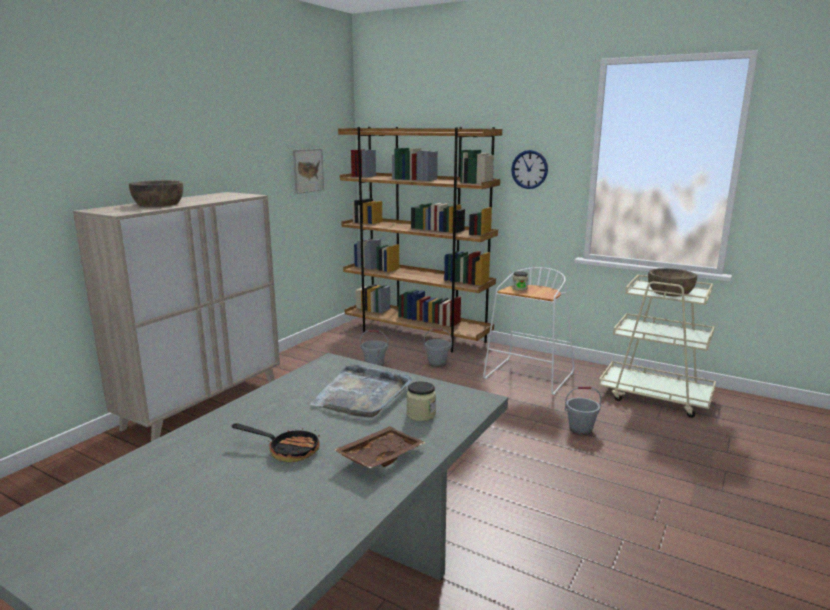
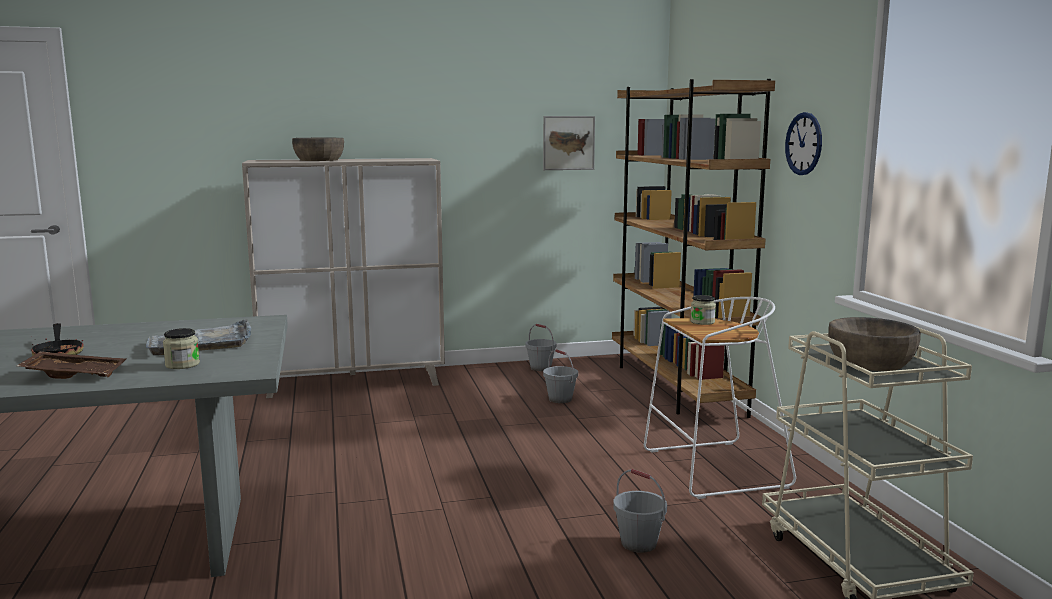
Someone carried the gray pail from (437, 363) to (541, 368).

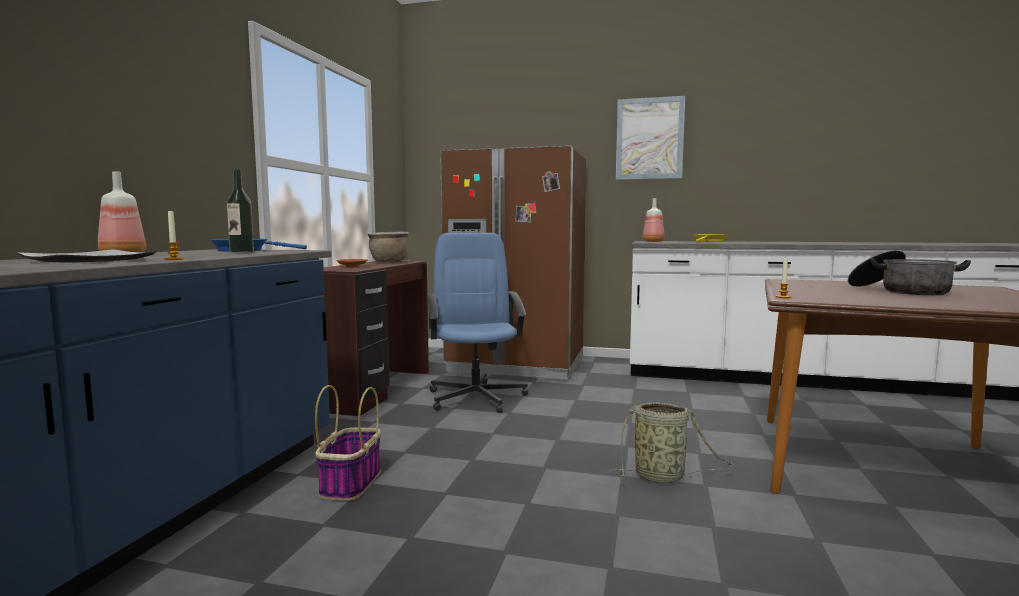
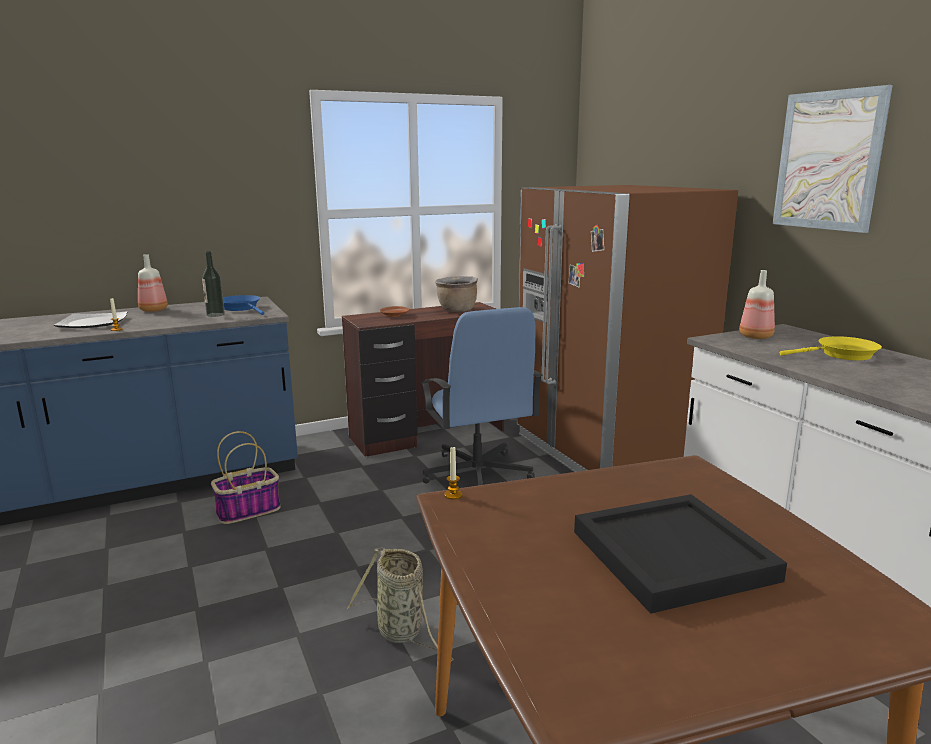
Someone swapped the stockpot at (900, 291) for the black carrying tray at (670, 555).
Someone rotated the blue-coloured desk chair at (476, 397) by 120 degrees clockwise.

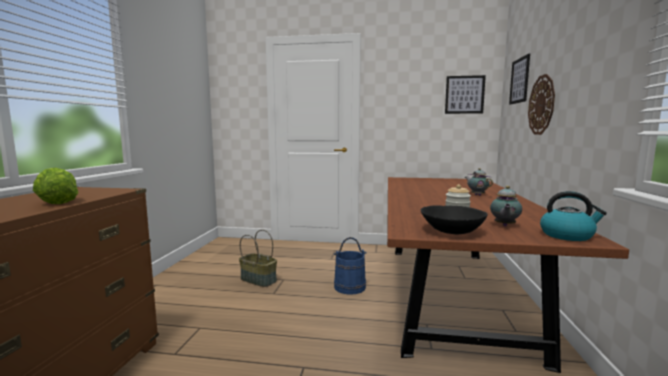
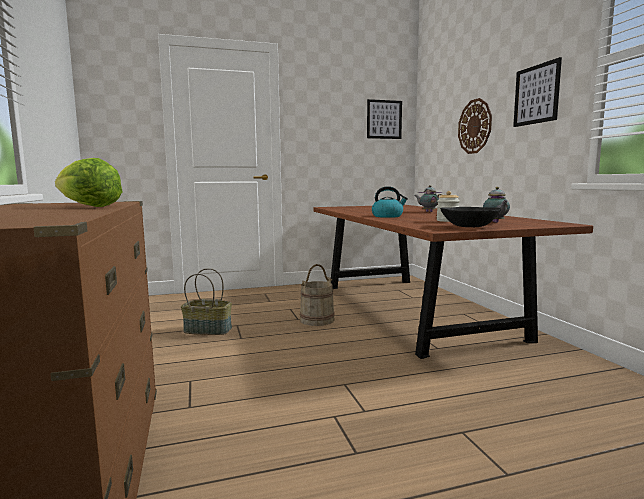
Someone carried the wall art from (519, 80) to (536, 94).
Someone carried the tea kettle from (567, 235) to (388, 216).
Someone repainted the blue-coloured pail at (349, 287), which became the beige pail at (317, 320).

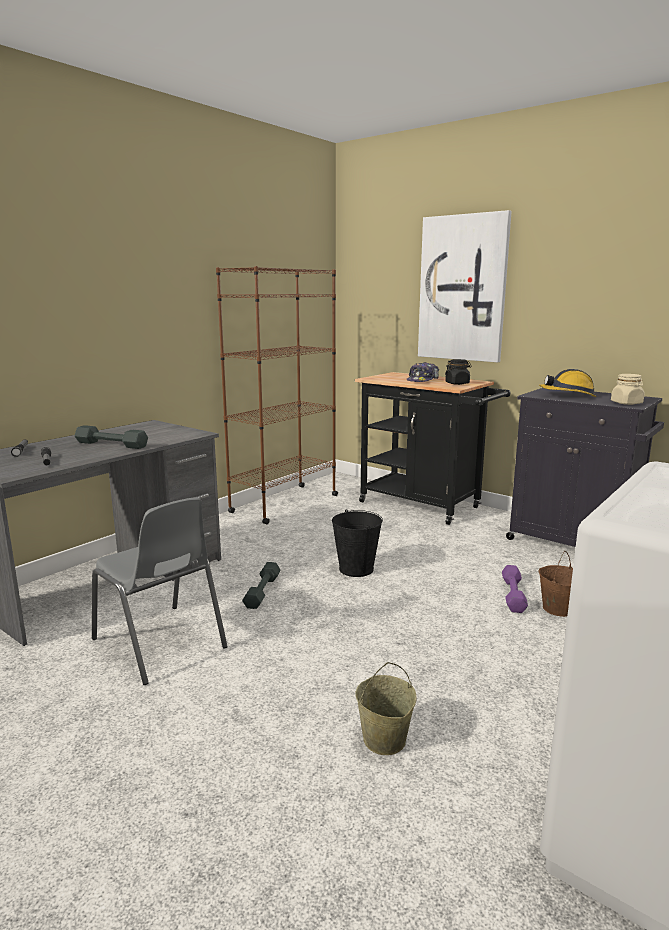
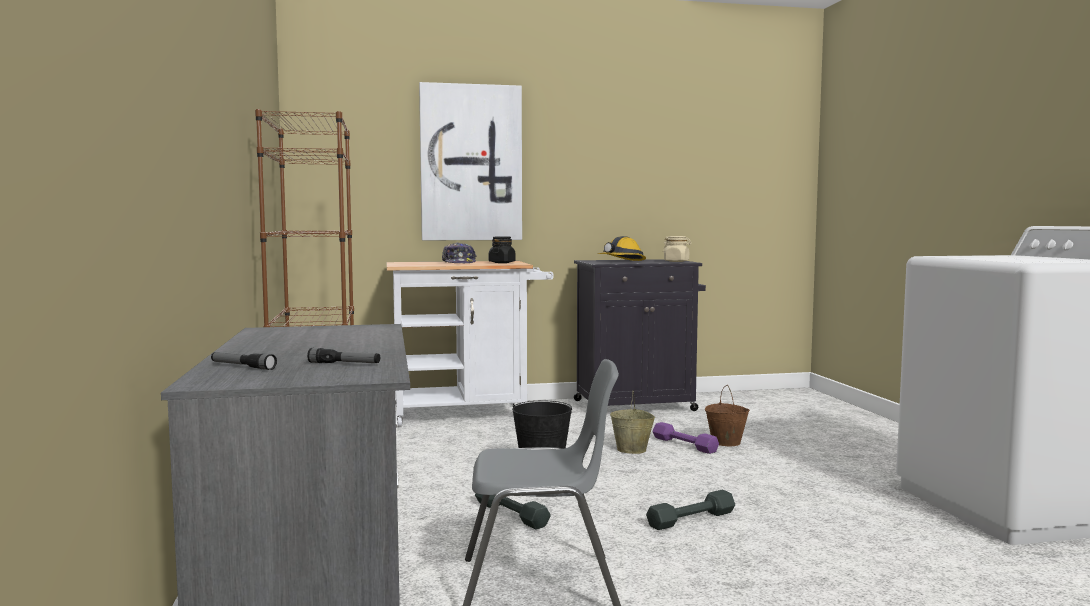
Someone carried the gray free weight from (111, 445) to (691, 519).
Someone carried the beige pail from (384, 740) to (632, 450).
Someone repainted the black wheeled cart at (426, 506), which became the white-coloured wheeled cart at (469, 413).

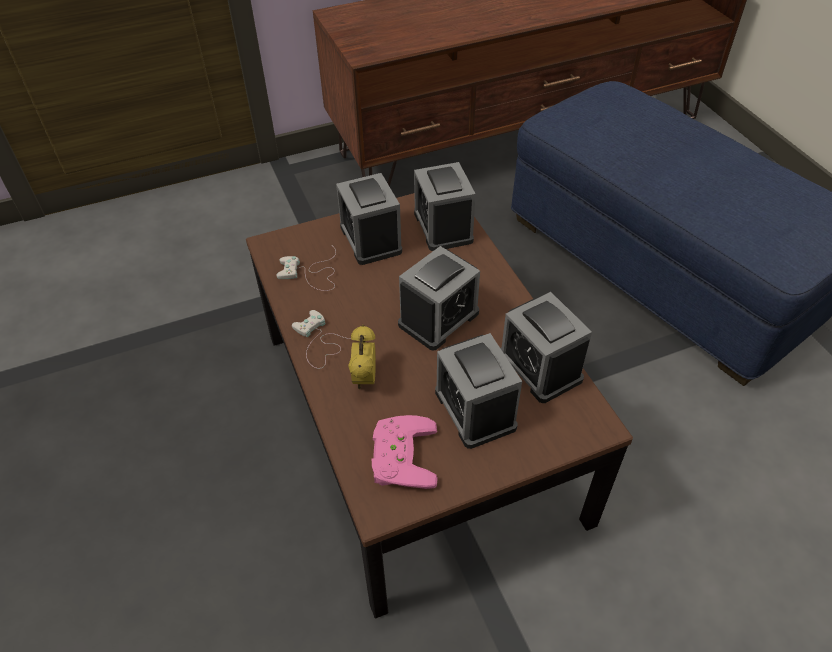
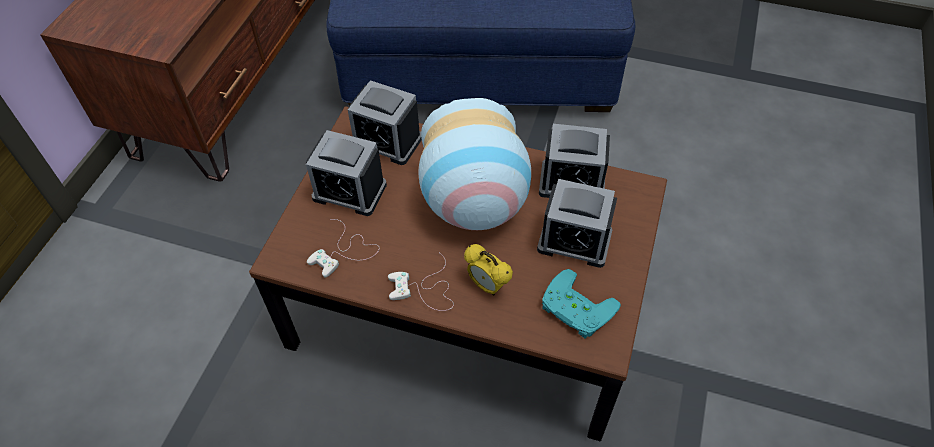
Someone swapped the bedside clock at (438, 318) for the vase at (474, 205).
Someone repainted the pinkish gamepad at (399, 456), which became the blue-green gamepad at (574, 310).

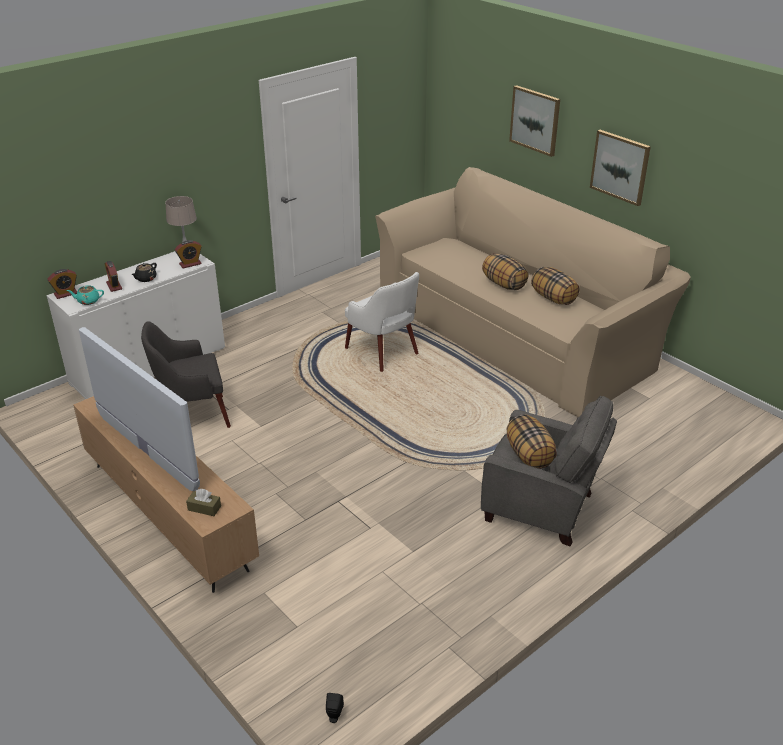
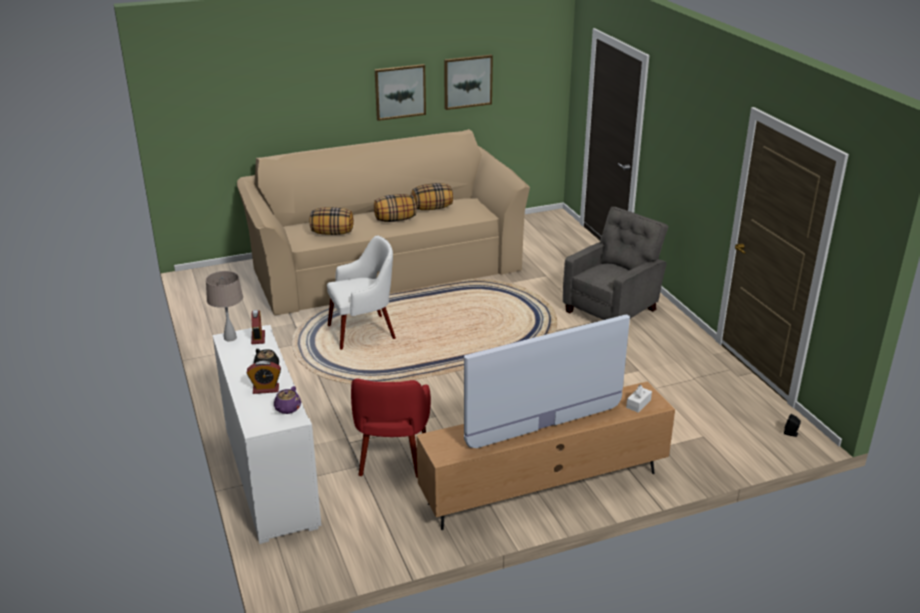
Someone took away the bedside clock at (66, 294).
Someone carried the pillow from (529, 455) to (332, 233).
Someone carried the wall art from (535, 120) to (467, 81).
Someone repainted the blue-green pot for tea at (88, 301), which became the purplish pot for tea at (287, 409).
Someone repainted the gray armchair at (193, 416), which became the red-coloured armchair at (392, 456).
Someone repainted the brown-coloured box of tissues at (204, 508), which became the white-coloured box of tissues at (638, 404).

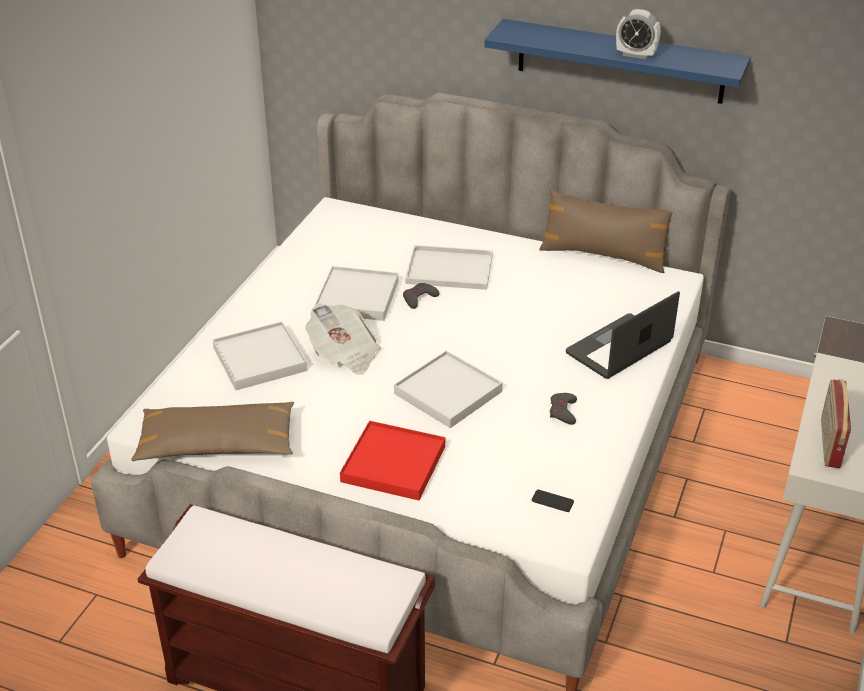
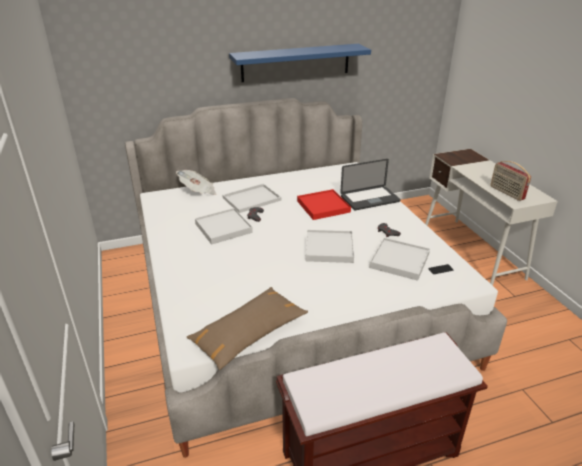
Someone took away the brown-coloured pillow at (603, 256).
Someone took away the bedside clock at (636, 55).
Someone carried the white-coloured carrying tray from (260, 359) to (399, 261).
Someone carried the printed paper from (344, 354) to (198, 192).
Someone carried the red-coloured carrying tray from (393, 464) to (323, 206).
Someone rotated the laptop at (619, 348) by 120 degrees counterclockwise.

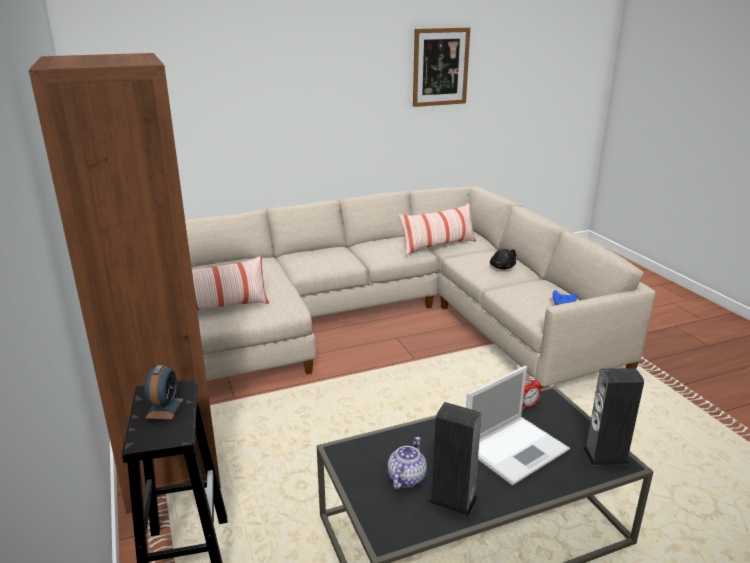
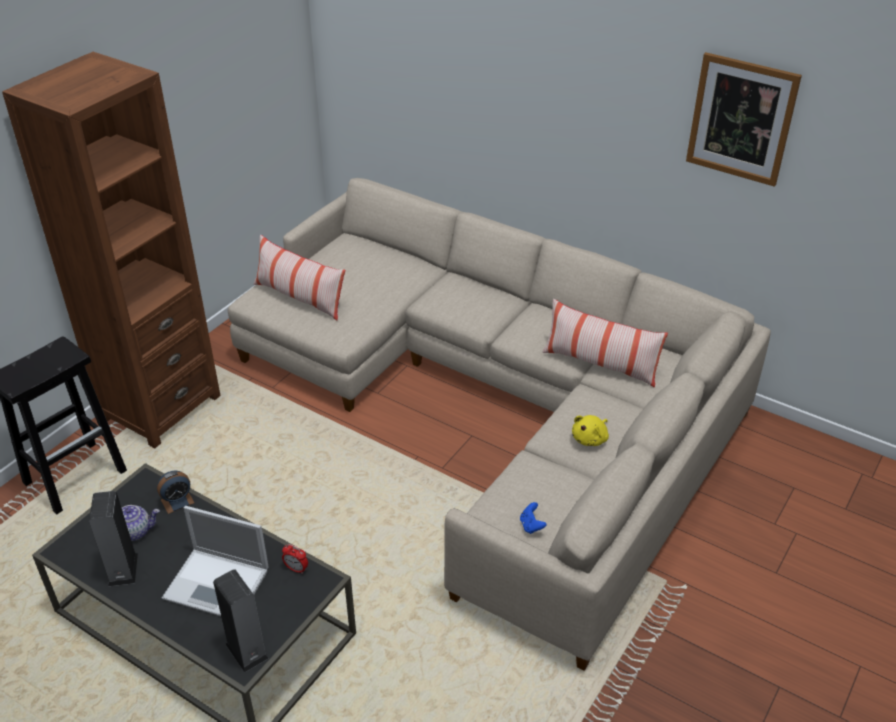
Someone carried the bedside clock from (164, 408) to (177, 501).
Someone repainted the black plush toy at (502, 267), which became the yellow-coloured plush toy at (590, 439).

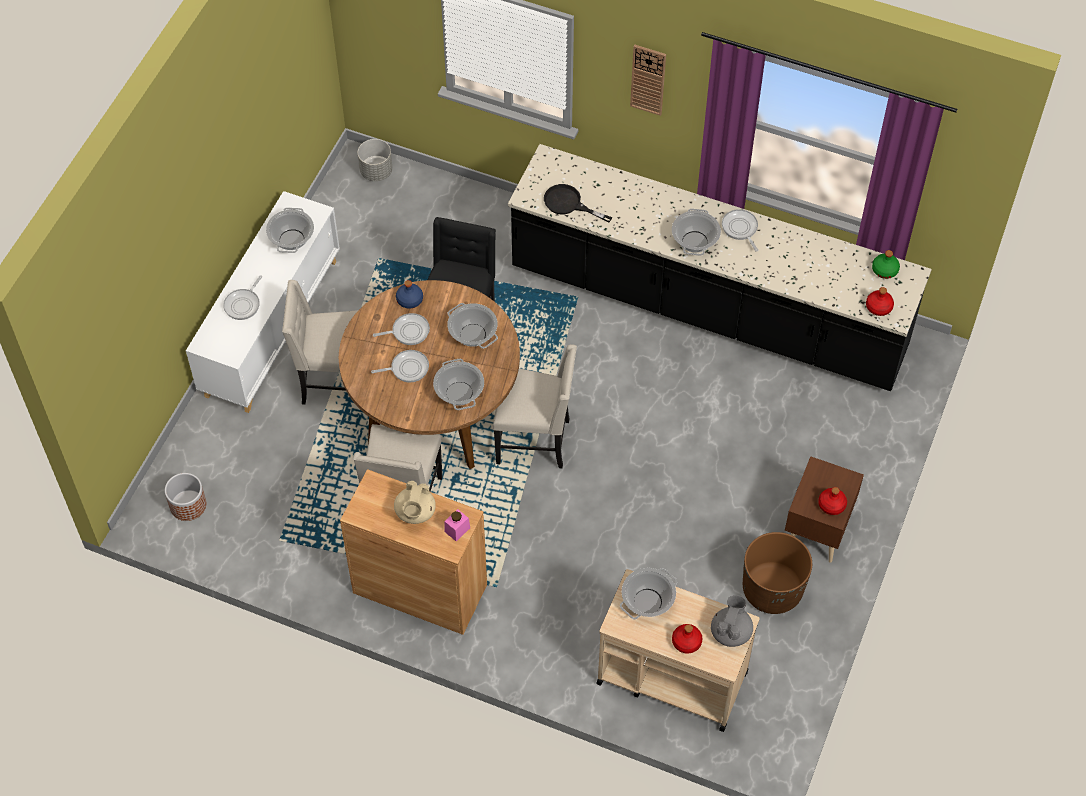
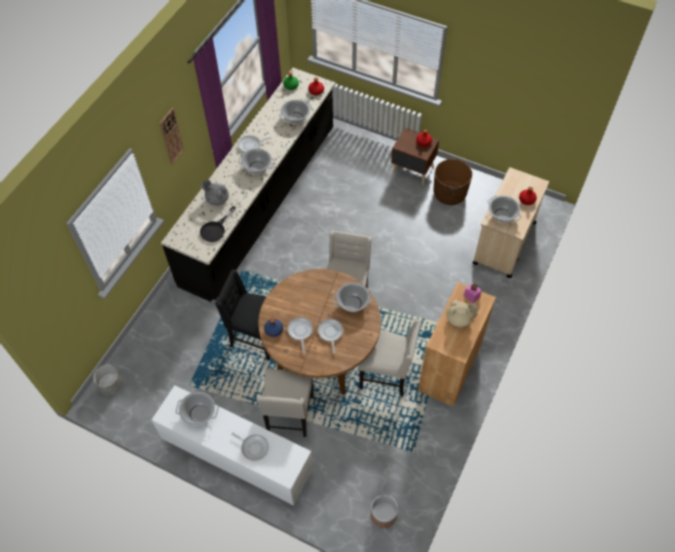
Someone carried the stockpot from (473, 335) to (296, 118).
Someone carried the gray pot for tea from (731, 632) to (217, 199).

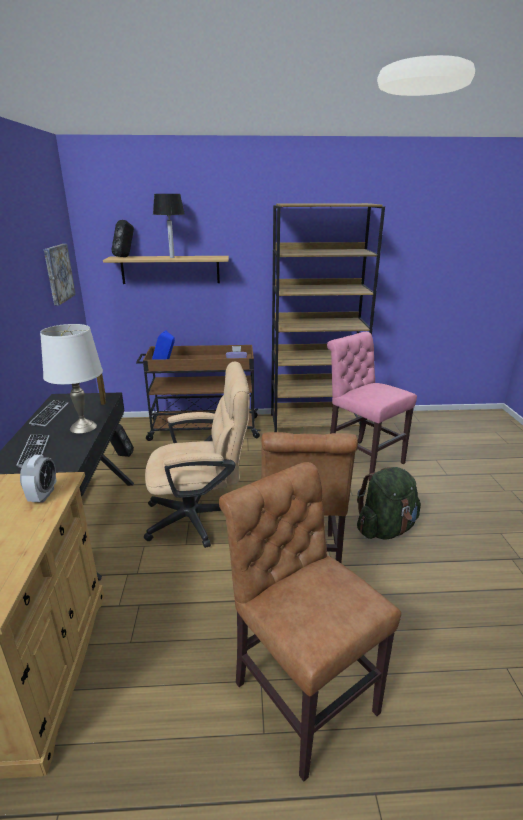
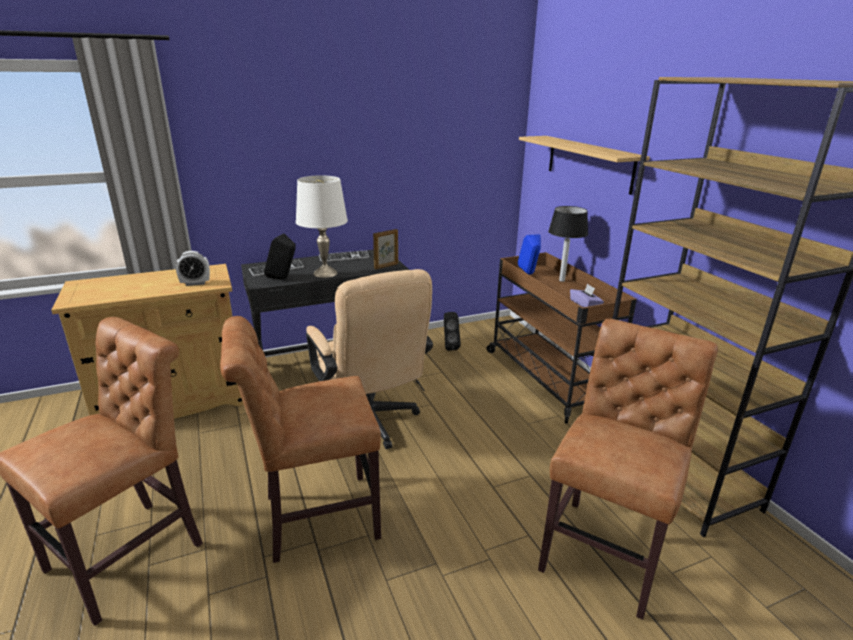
Someone took away the wall art at (58, 273).
Someone took away the green rucksack at (385, 529).
Someone carried the black loudspeaker from (125, 257) to (283, 279).
Someone carried the tabletop lamp from (172, 257) to (562, 280).
Someone repainted the pinkish upright chair at (361, 458), which became the brown-coloured upright chair at (606, 549).

